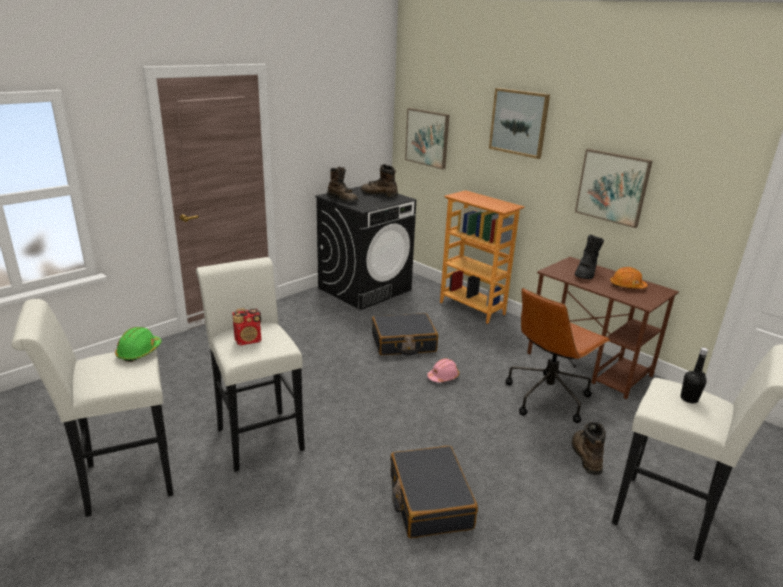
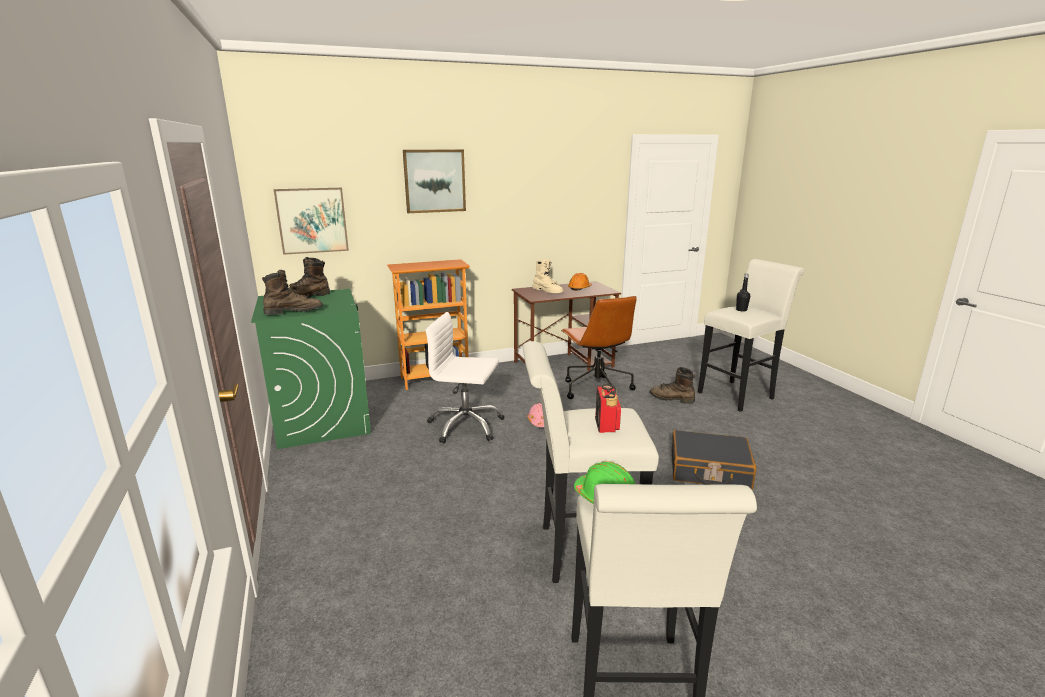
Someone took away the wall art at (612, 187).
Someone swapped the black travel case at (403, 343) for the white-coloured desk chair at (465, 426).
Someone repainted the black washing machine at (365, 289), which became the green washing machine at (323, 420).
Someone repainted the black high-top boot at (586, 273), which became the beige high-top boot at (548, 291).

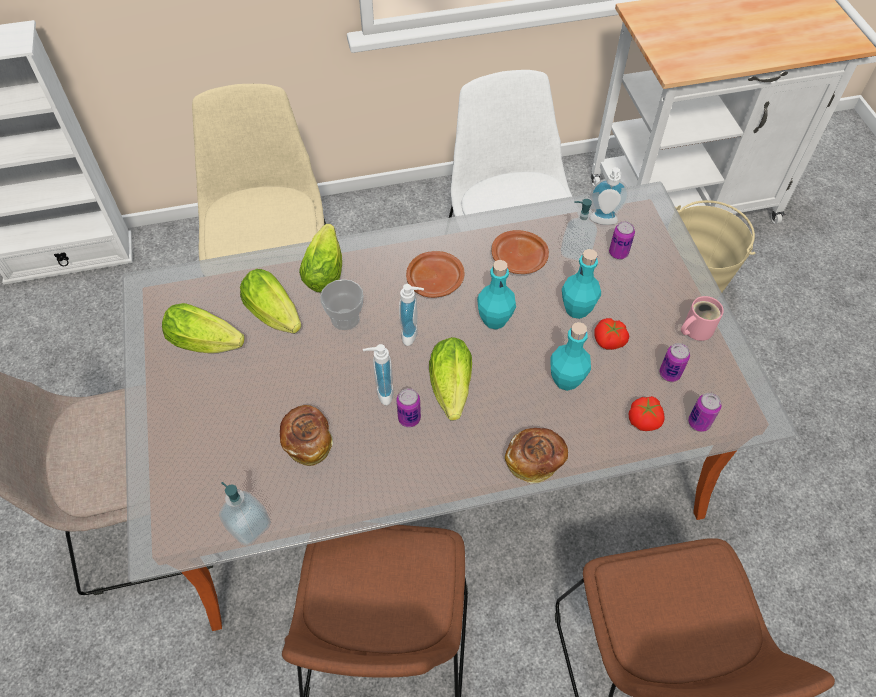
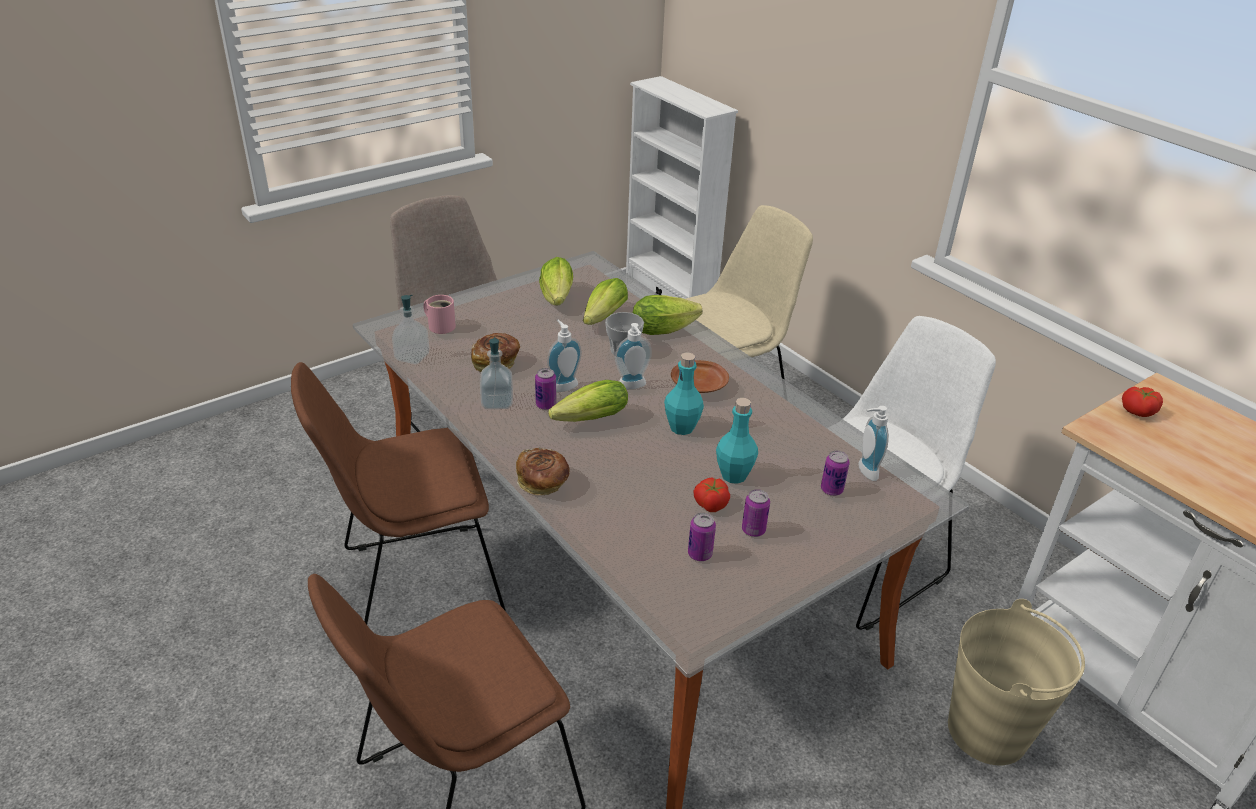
Someone took away the brown-coloured flat dish at (519, 259).
Someone took away the blue-green drink bottle at (566, 380).
Someone carried the soap bottle from (576, 251) to (497, 402).
Someone carried the tomato from (644, 419) to (1138, 412).
Someone carried the pinkish coffee mug from (695, 329) to (440, 325).
Someone carried the can from (699, 422) to (753, 530).

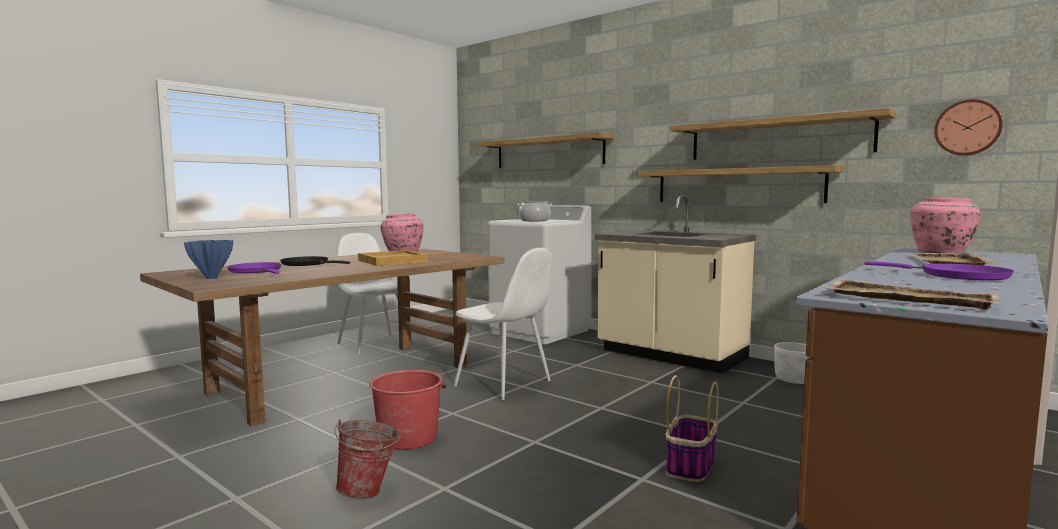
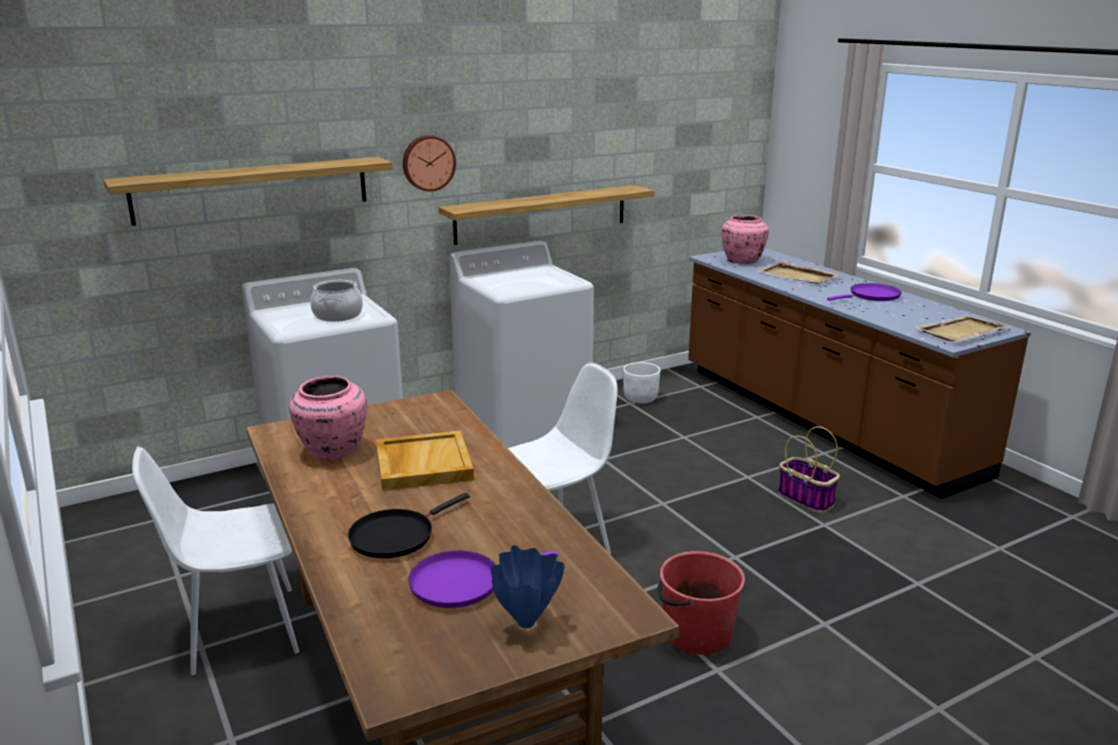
Someone took away the pail at (370, 491).
Someone took away the shelf at (777, 138).
Someone carried the wall clock from (967, 128) to (428, 163).
Someone swapped the beige counter at (670, 355) for the white-coloured washing machine at (523, 425).

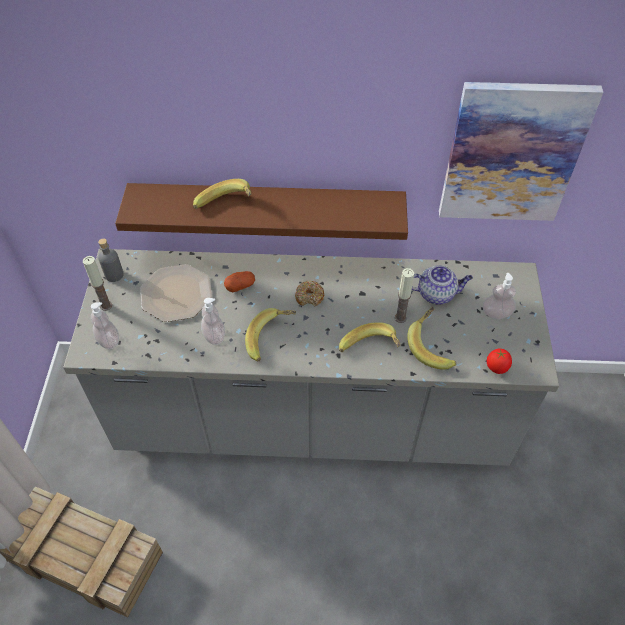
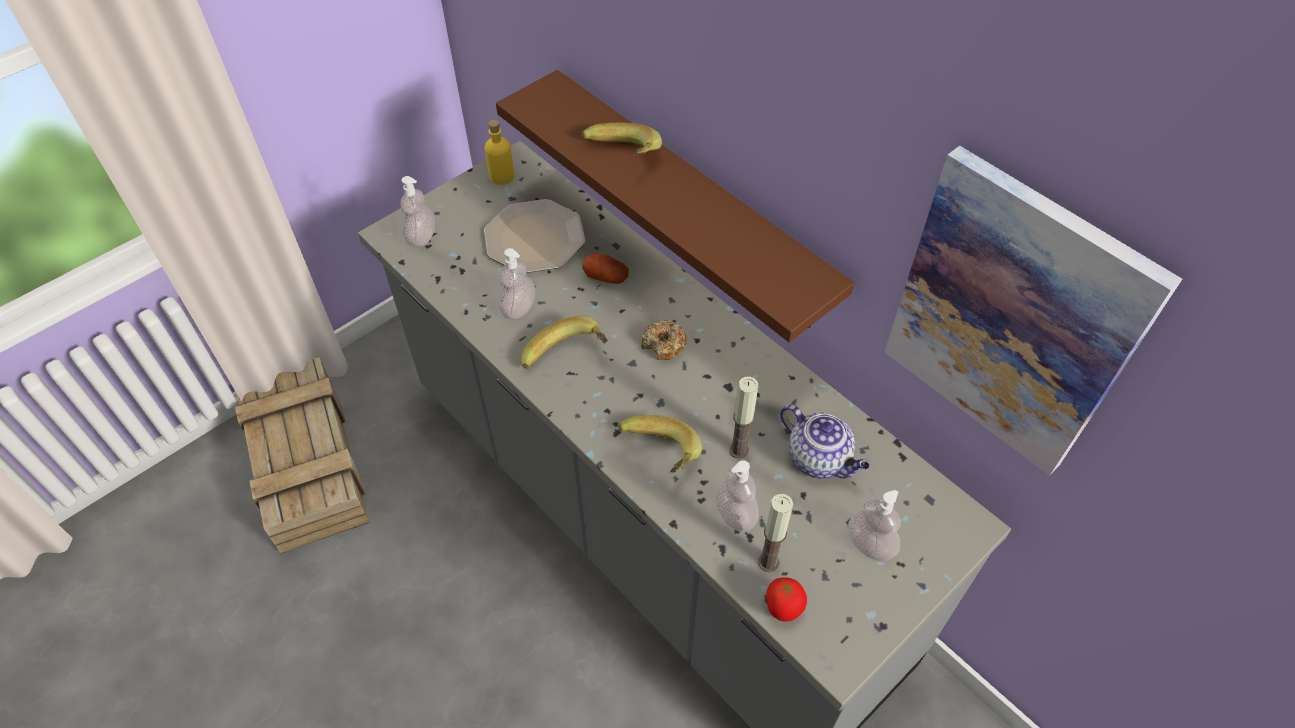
Someone carried the wax light from (106, 306) to (768, 562).
Someone swapped the banana at (432, 346) for the soap bottle at (735, 514).
Someone repainted the gray drink bottle at (114, 275), which became the yellow-coloured drink bottle at (502, 176).

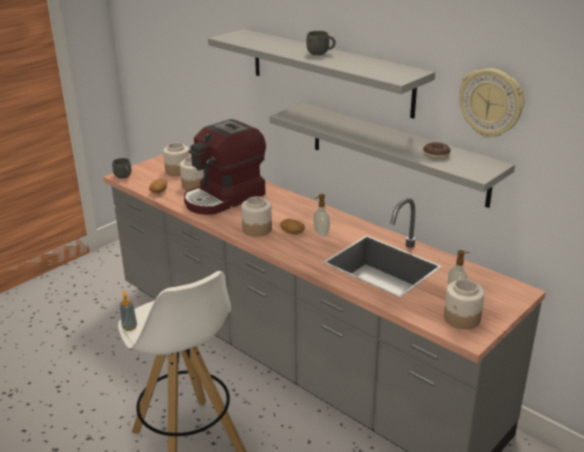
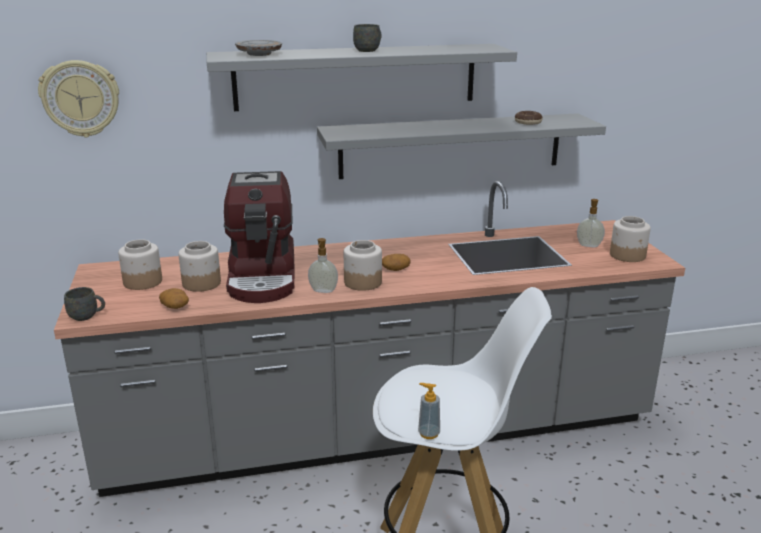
Someone put down the gray flat dish at (259, 54).
Someone carried the soap bottle from (320, 233) to (323, 291).
Someone carried the wall clock from (491, 103) to (80, 98).

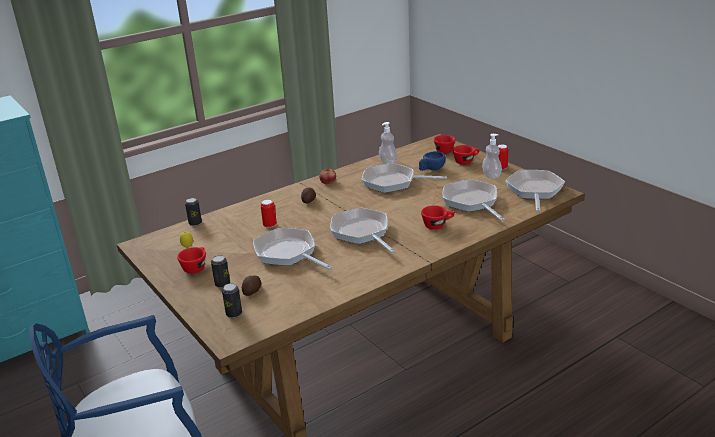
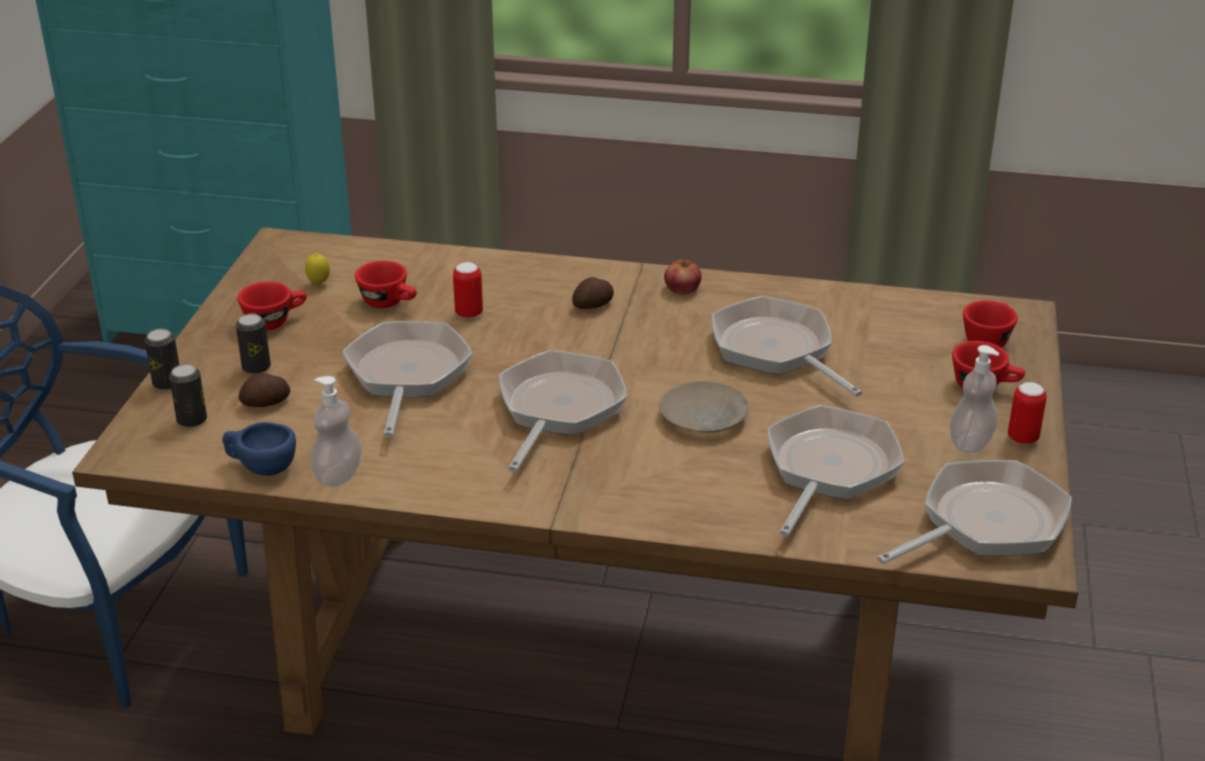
Someone put down the beige flat dish at (704, 417).
Someone carried the can from (195, 223) to (167, 383).
Someone carried the soap bottle from (388, 162) to (338, 475).
Someone carried the blue-coloured cup from (431, 169) to (261, 467).
Someone carried the red-coloured cup from (437, 225) to (390, 303).

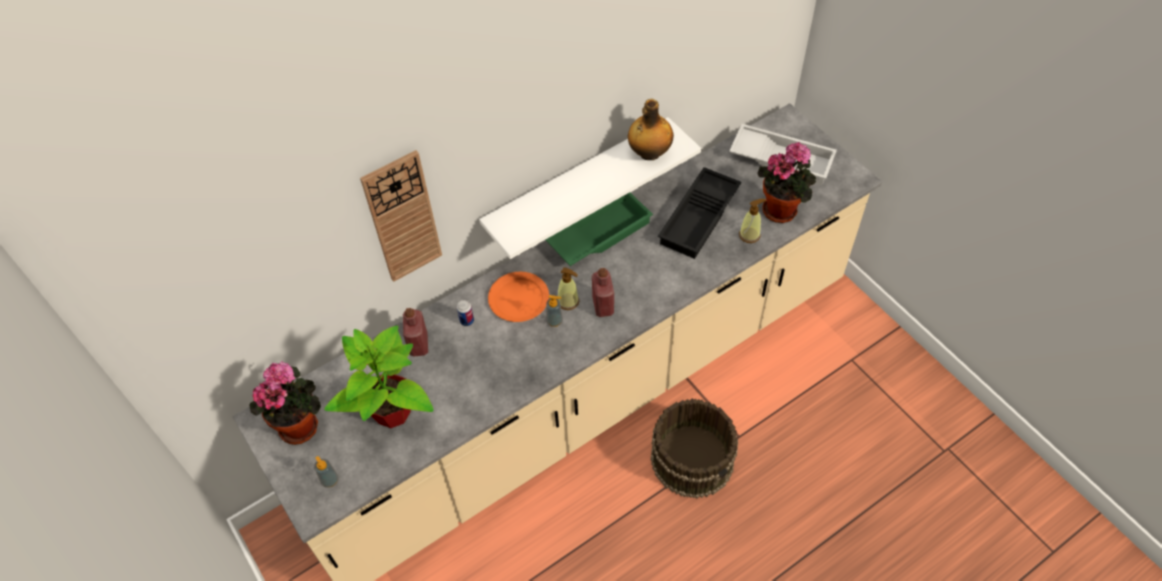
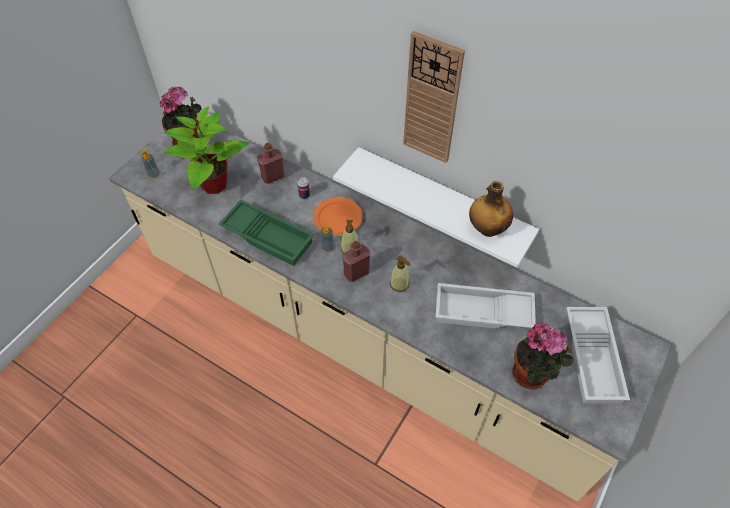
Someone took away the brown-coloured pail at (693, 458).
Someone carried the wall clock from (403, 217) to (432, 100).
Someone carried the green carrying tray from (599, 233) to (269, 236).
Someone carried the soap bottle from (749, 235) to (399, 284).
Someone repainted the black carrying tray at (700, 218), which became the white-coloured carrying tray at (482, 312).

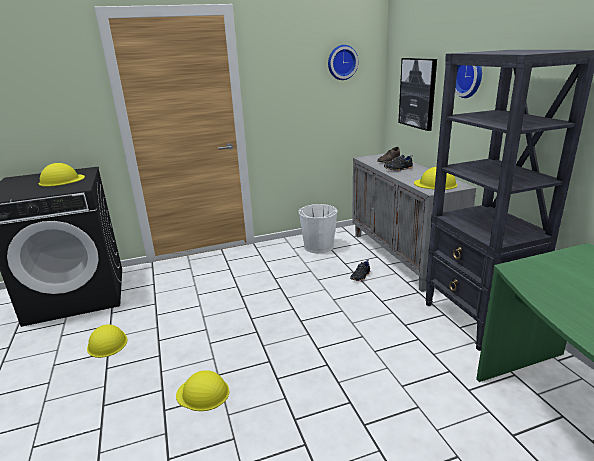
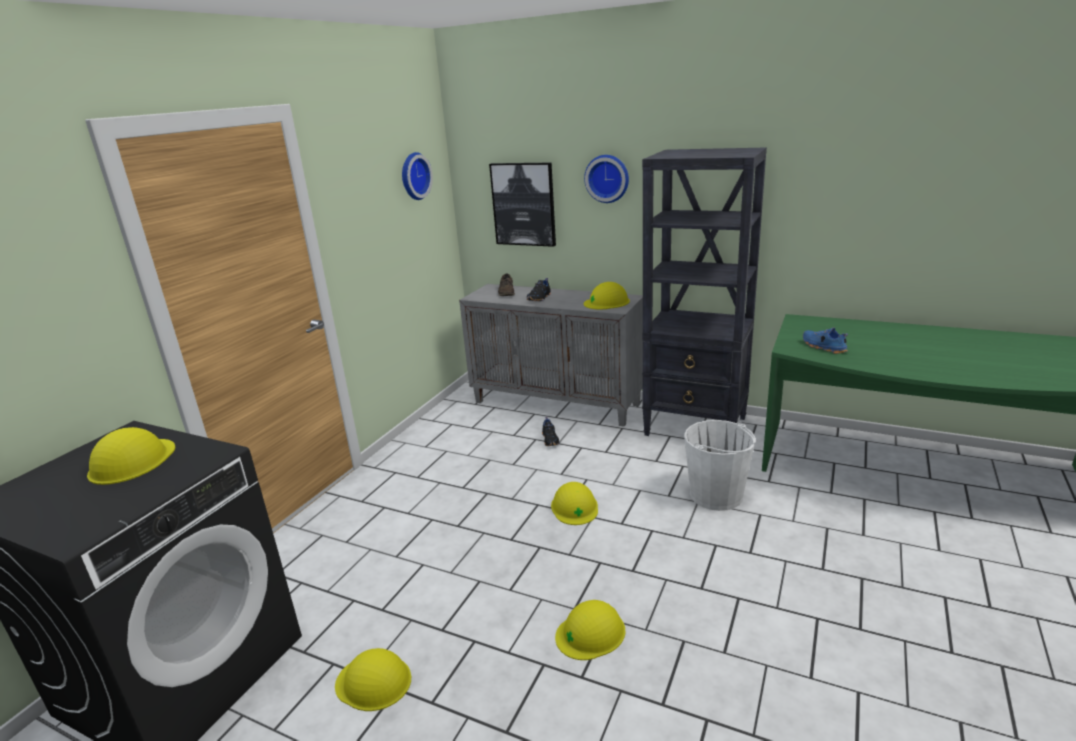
Someone put down the yellow-coloured hard hat at (574, 507).
Someone put down the blue-coloured item of footwear at (823, 347).
Someone carried the white-coloured pail from (318, 247) to (716, 495).

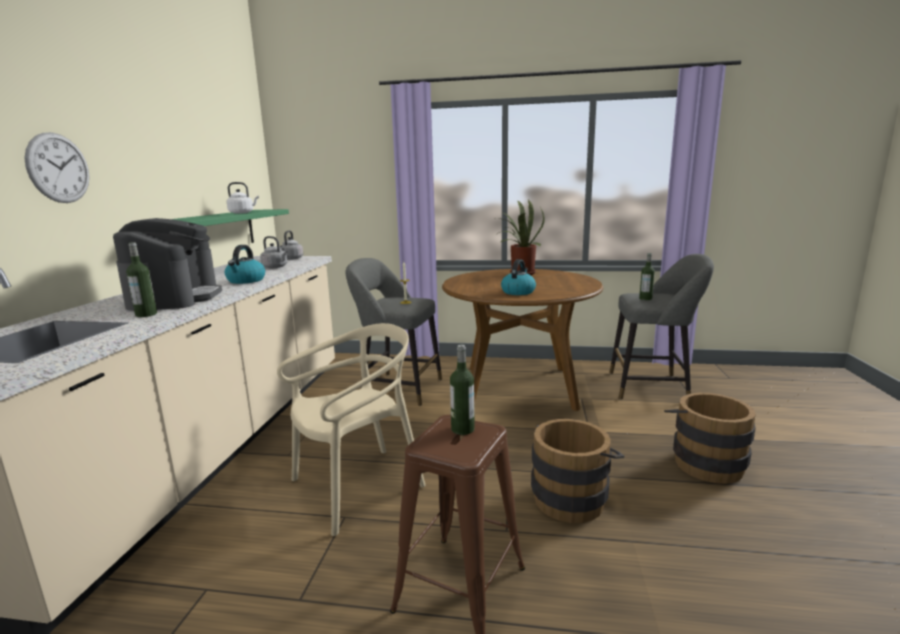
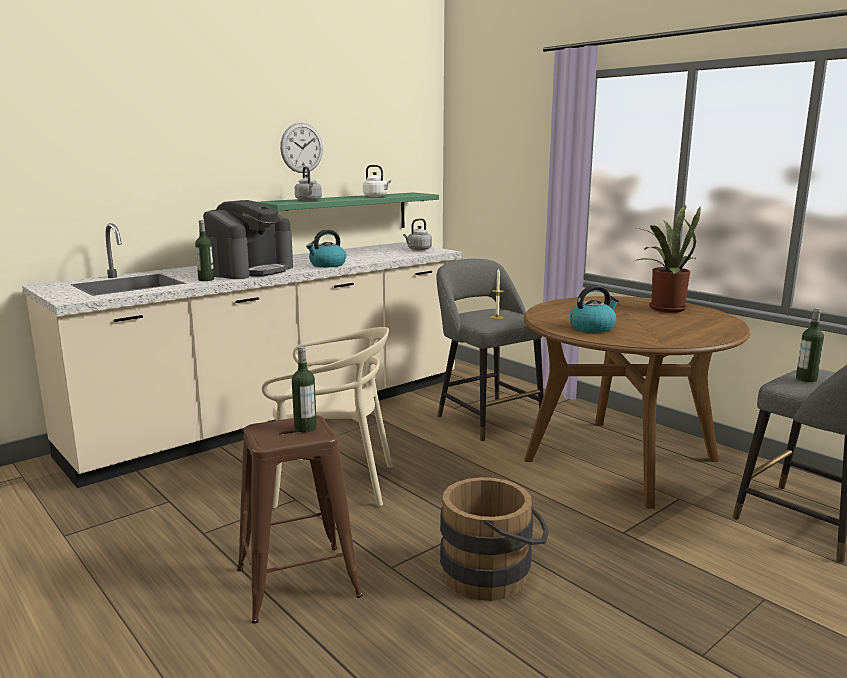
Someone took away the brown-coloured pail at (704, 461).
Someone carried the wall clock from (58, 168) to (301, 148).
Someone carried the gray tea kettle from (276, 267) to (309, 200).

